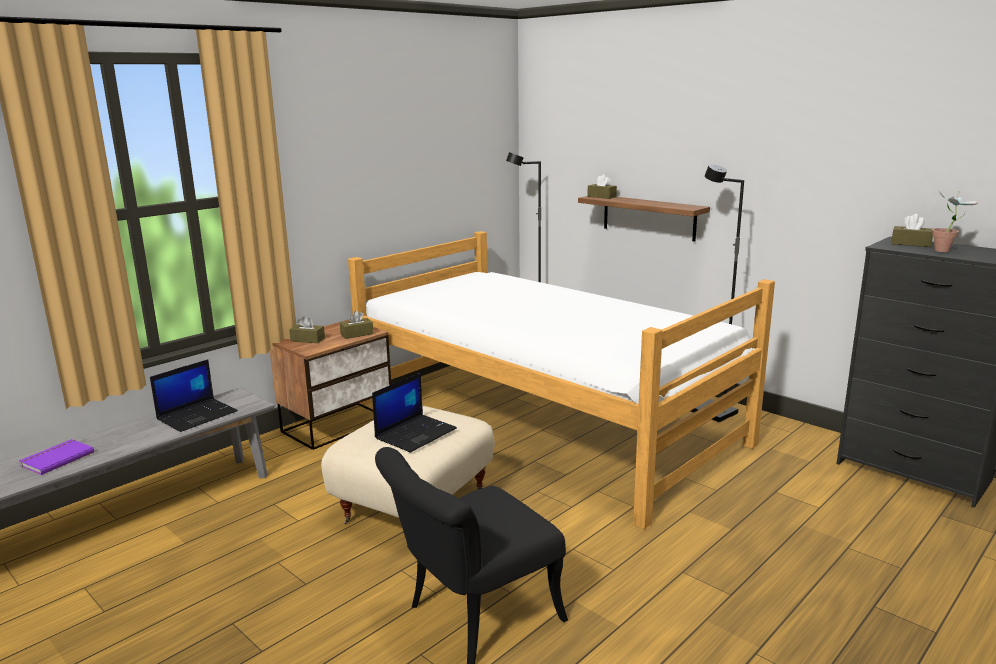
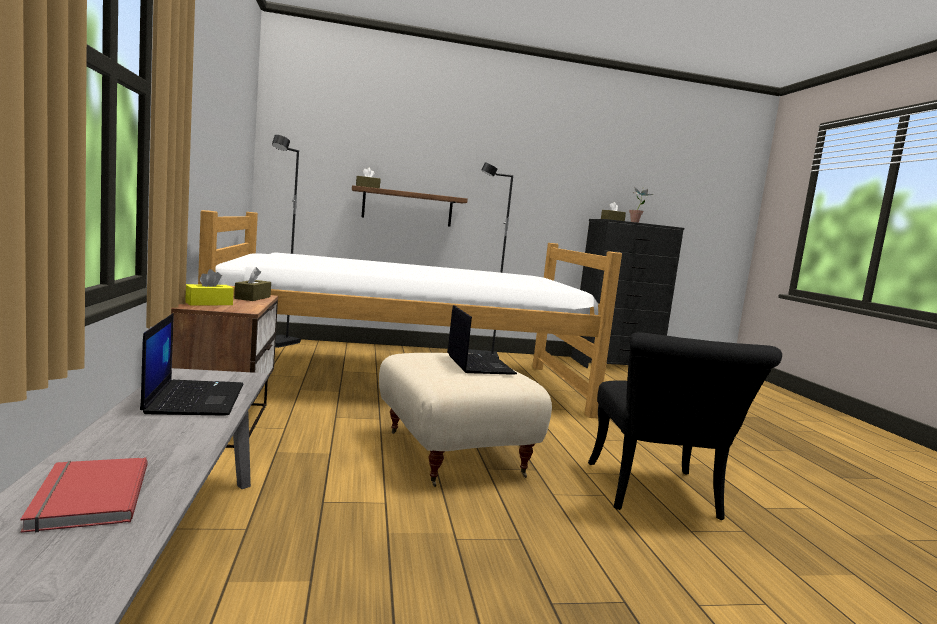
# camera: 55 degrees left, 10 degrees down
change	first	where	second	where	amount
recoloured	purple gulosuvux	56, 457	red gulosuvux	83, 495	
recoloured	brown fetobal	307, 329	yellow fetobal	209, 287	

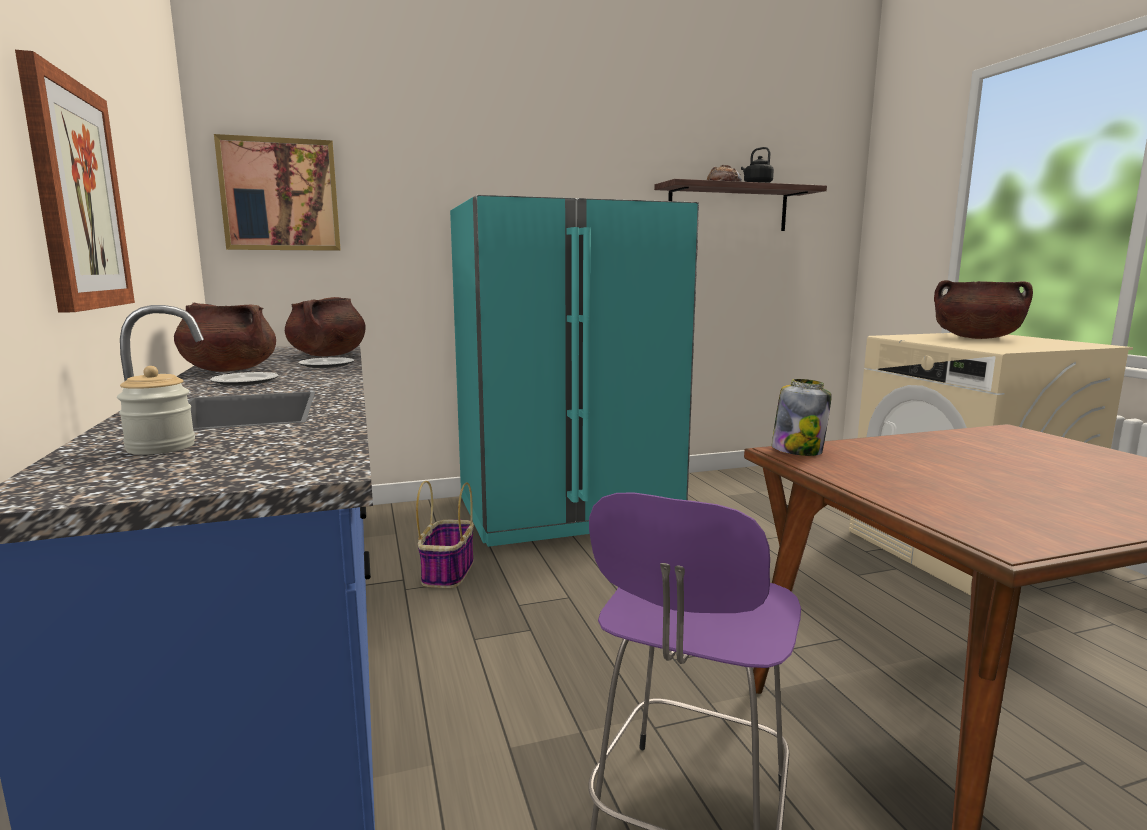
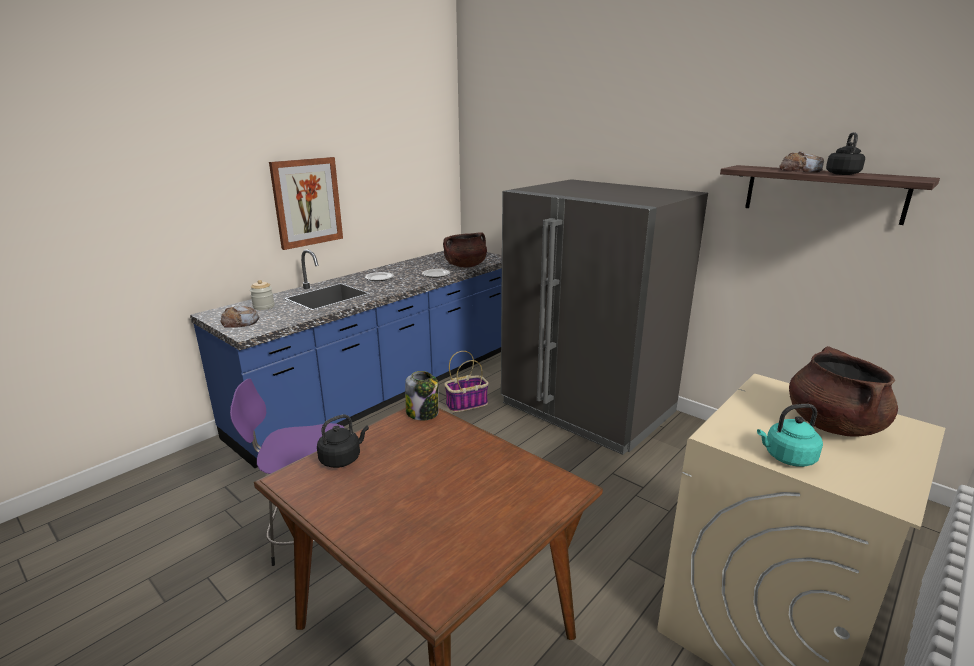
# camera: 60 degrees right, 10 degrees up
change	first	where	second	where	amount
removed	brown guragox	225, 337			
removed	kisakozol	277, 192			
recoloured	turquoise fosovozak	574, 371	grey fosovozak	604, 317	
added			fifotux	239, 317	
added			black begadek	343, 441	
added			turquoise begadek	790, 435	

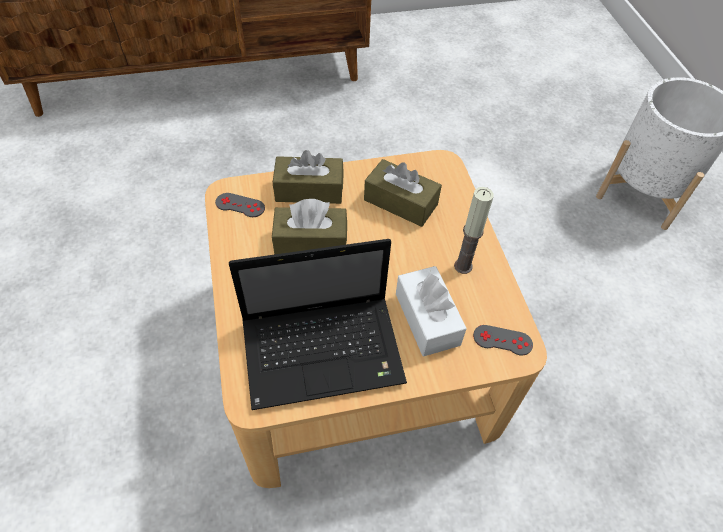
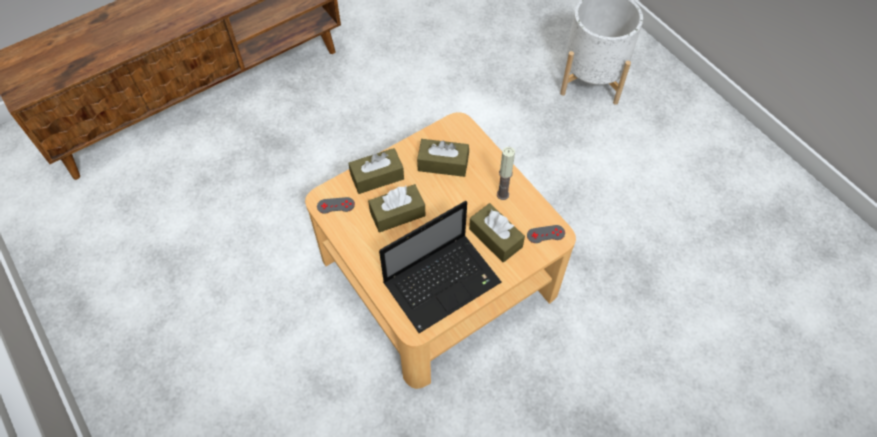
# camera: 20 degrees left, 5 degrees up
change	first	where	second	where	amount
recoloured	white fetobal	431, 311	brown fetobal	497, 232	

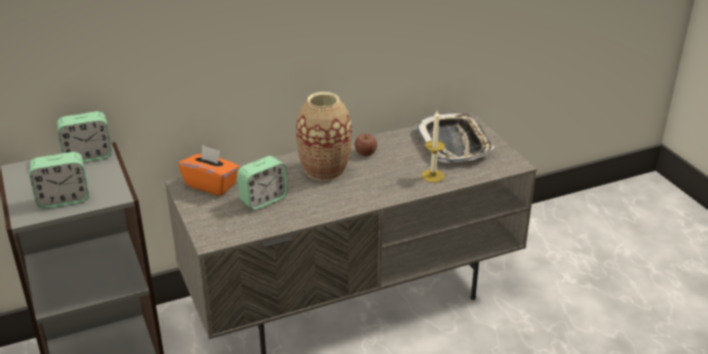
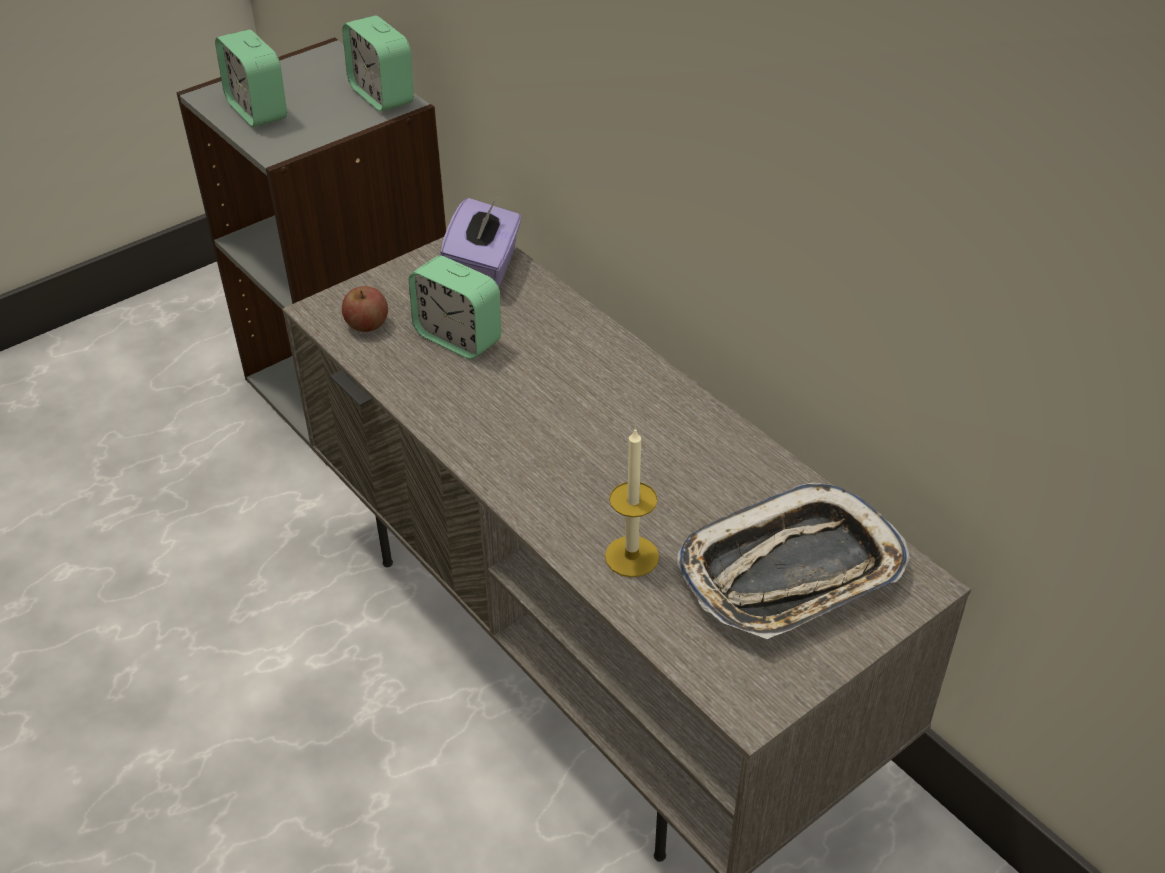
# camera: 75 degrees right, 10 degrees up
change	first	where	second	where	amount
recoloured	orange fetobal	209, 170	purple fetobal	480, 242	
removed	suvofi	324, 136			
moved	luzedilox	366, 145		365, 309	

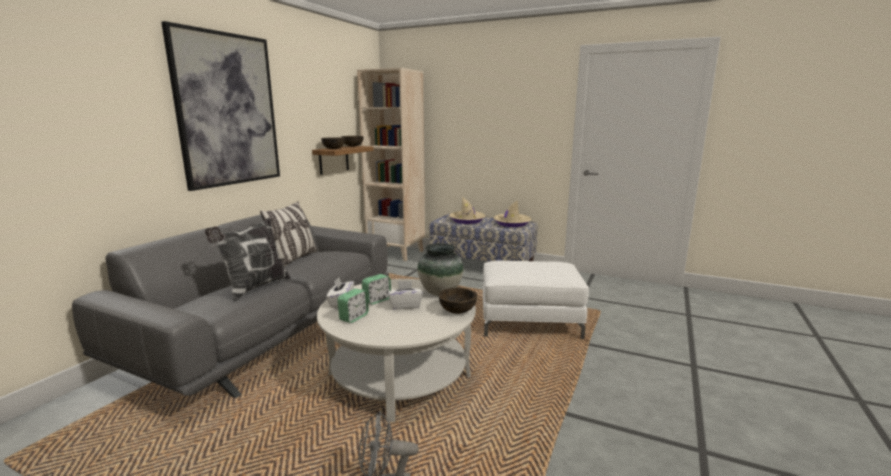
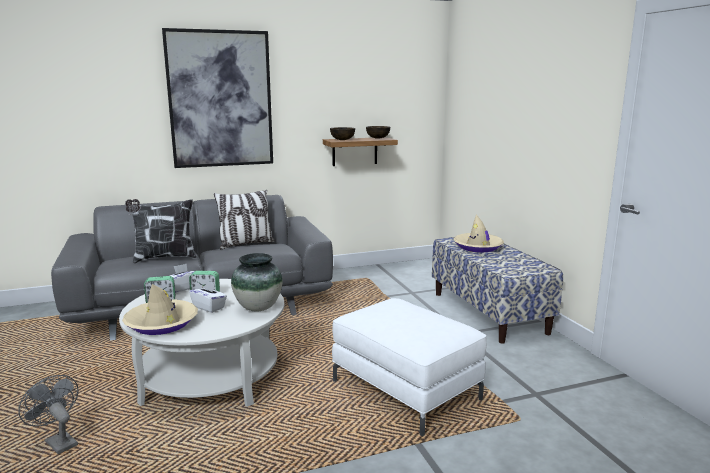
# camera: 45 degrees right, 0 degrees up
change	first	where	second	where	amount
removed	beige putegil	391, 164			
removed	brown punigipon	458, 301			
moved	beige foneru	512, 214		160, 309	

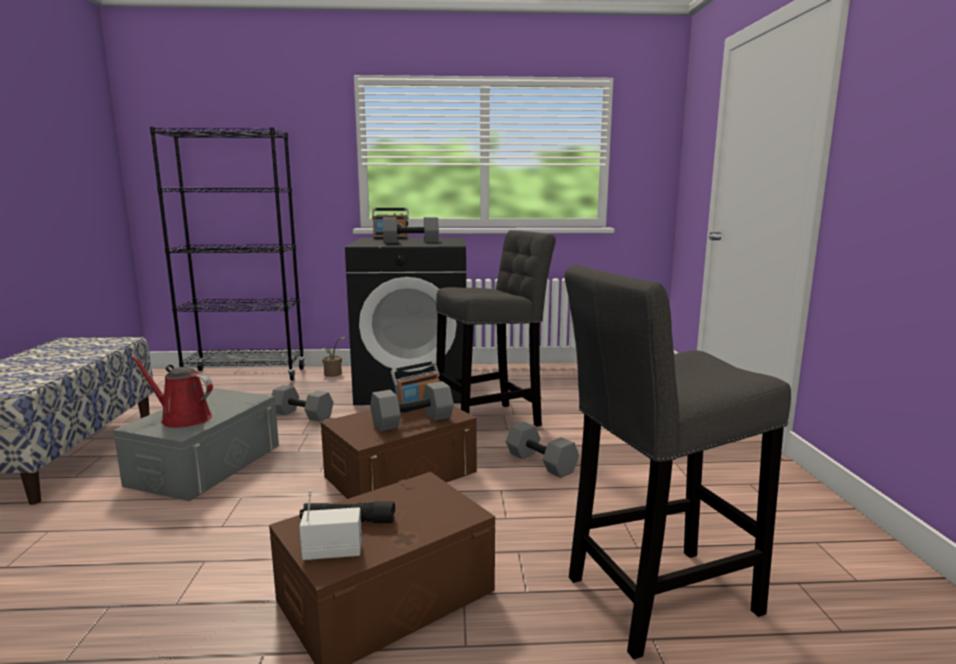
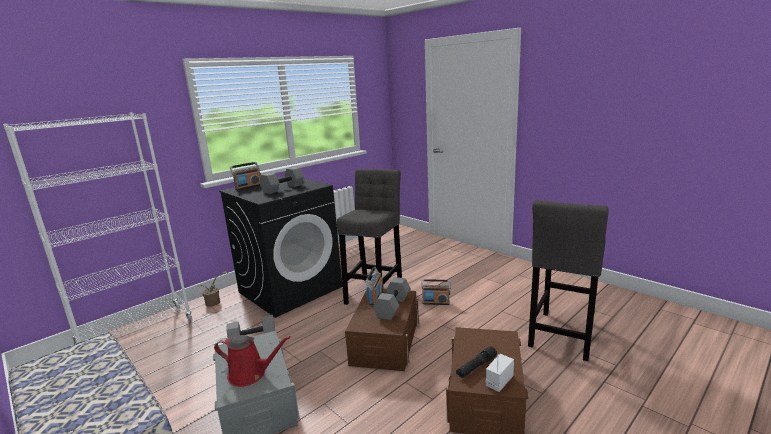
# camera: 40 degrees left, 5 degrees up
change	first	where	second	where	amount
turned	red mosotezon	171, 391		252, 361	150 degrees counterclockwise
recoloured	black putegil	227, 254	white putegil	97, 228	
replaced	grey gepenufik	542, 450	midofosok	436, 292	

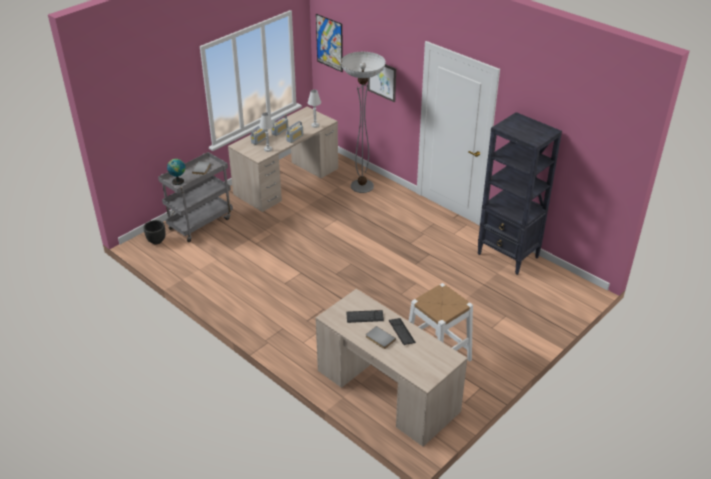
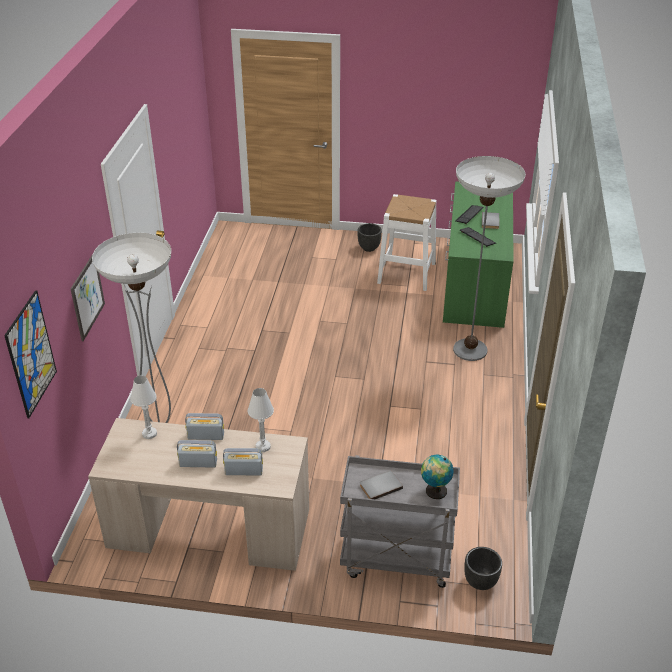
# camera: 125 degrees left, 0 degrees up
change	first	where	second	where	amount
recoloured	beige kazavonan	392, 368	green kazavonan	478, 254	
removed	black putegil	519, 193			
added			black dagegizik	370, 237	
added			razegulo	489, 258	

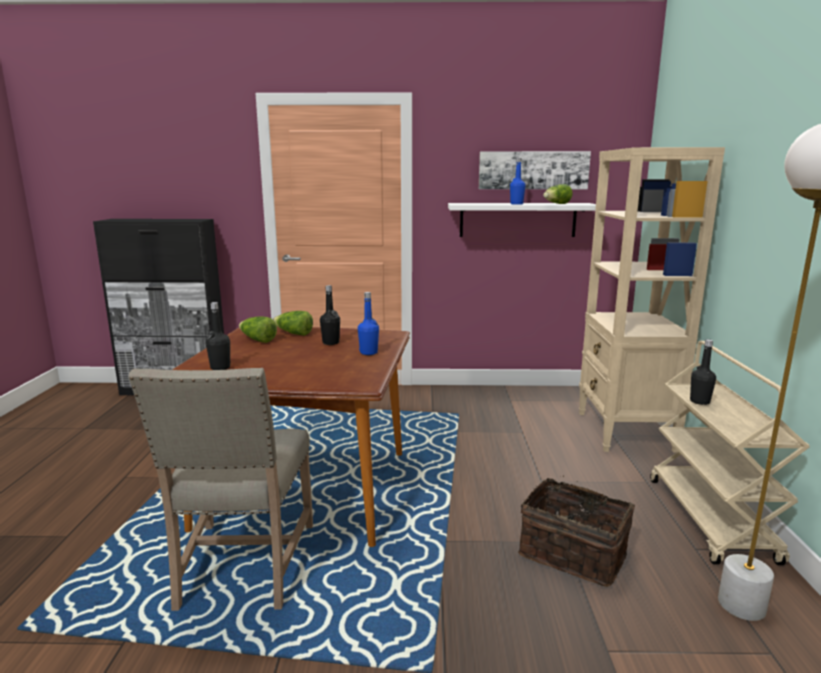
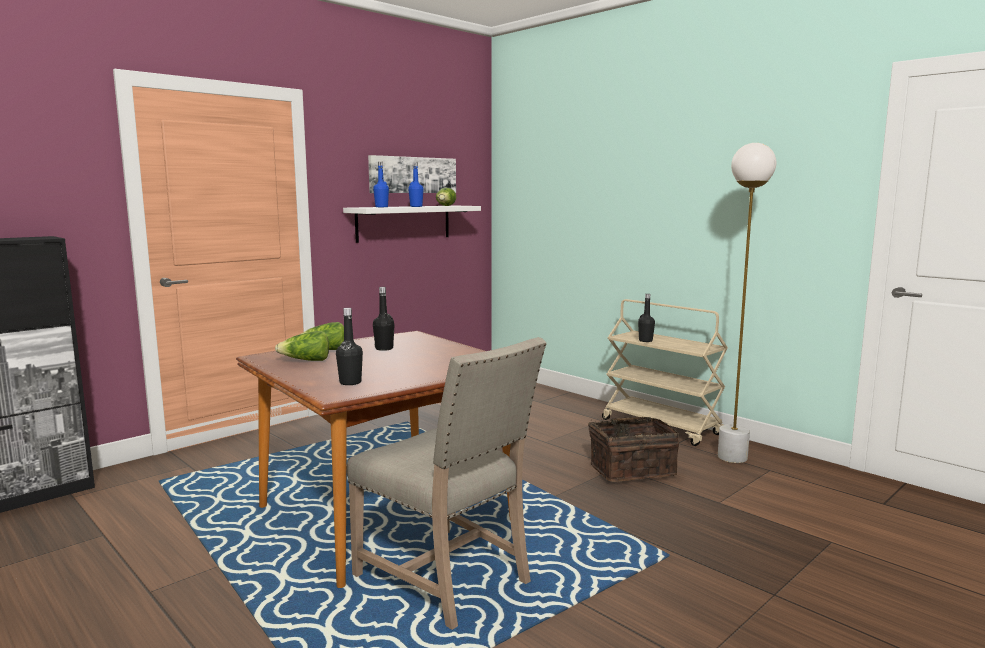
# camera: 45 degrees left, 5 degrees down
change	first	where	second	where	amount
moved	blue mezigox	368, 323		381, 184	
removed	beige putegil	652, 300			

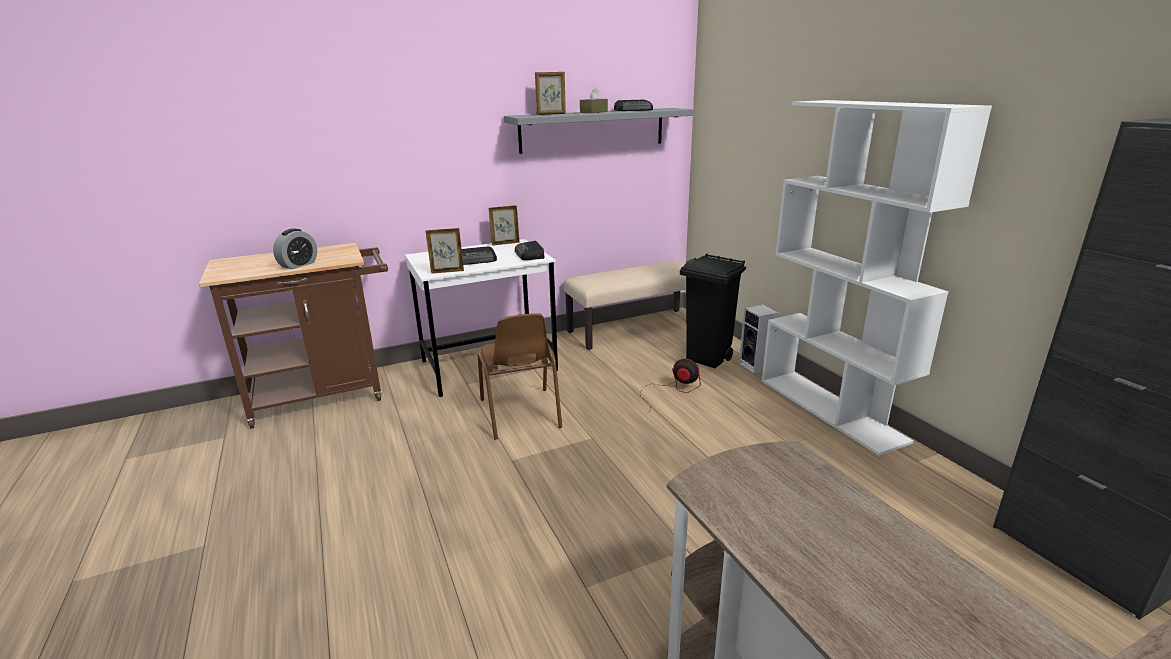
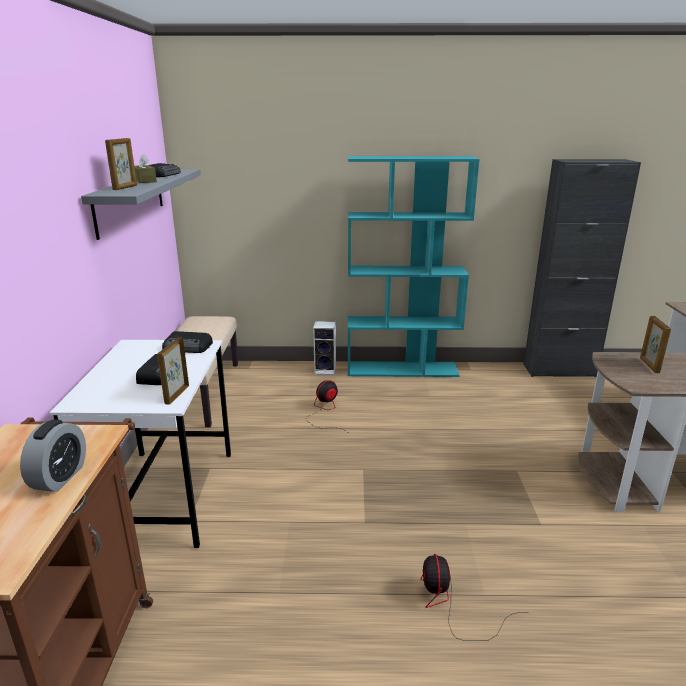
# camera: 65 degrees left, 0 degrees up
change	first	where	second	where	amount
turned	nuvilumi	295, 249		53, 456	45 degrees clockwise
removed	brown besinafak	520, 376			
moved	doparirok	504, 225		655, 344	
removed	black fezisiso	713, 311			
recoloured	white putegil	877, 278	turquoise putegil	414, 266	
added			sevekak	474, 597	

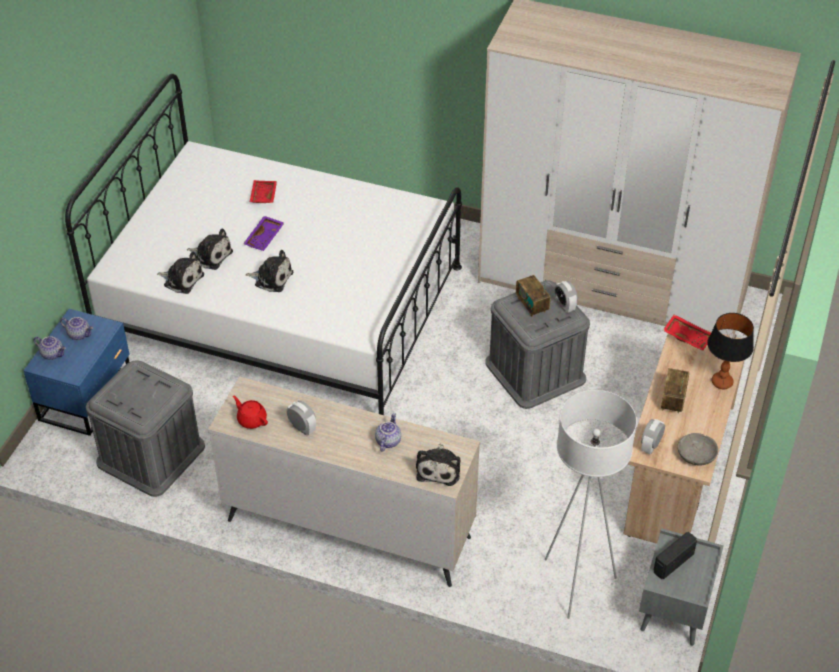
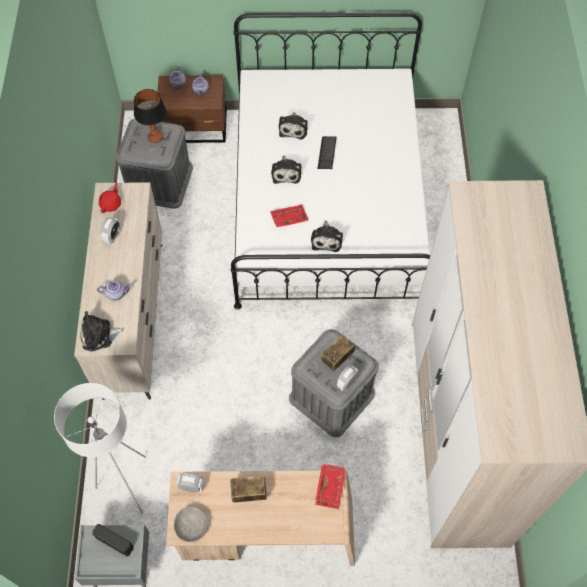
# camera: 70 degrees right, 15 degrees up
change	first	where	second	where	amount
recoloured	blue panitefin	76, 372	brown panitefin	191, 109	
moved	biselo	180, 272		327, 236	
replaced	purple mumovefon	263, 233	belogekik	327, 152	
moved	red mumovefon	263, 191		289, 216	
moved	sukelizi	730, 351		150, 116	

